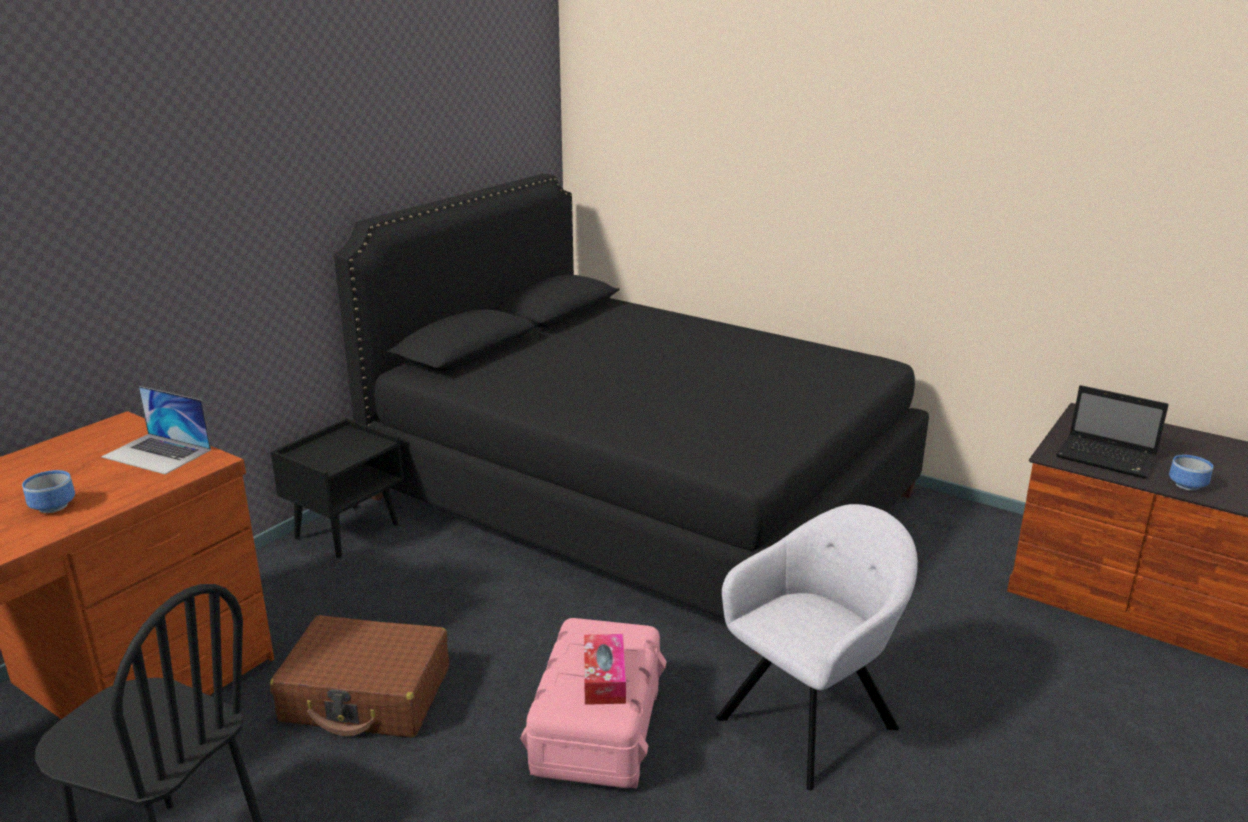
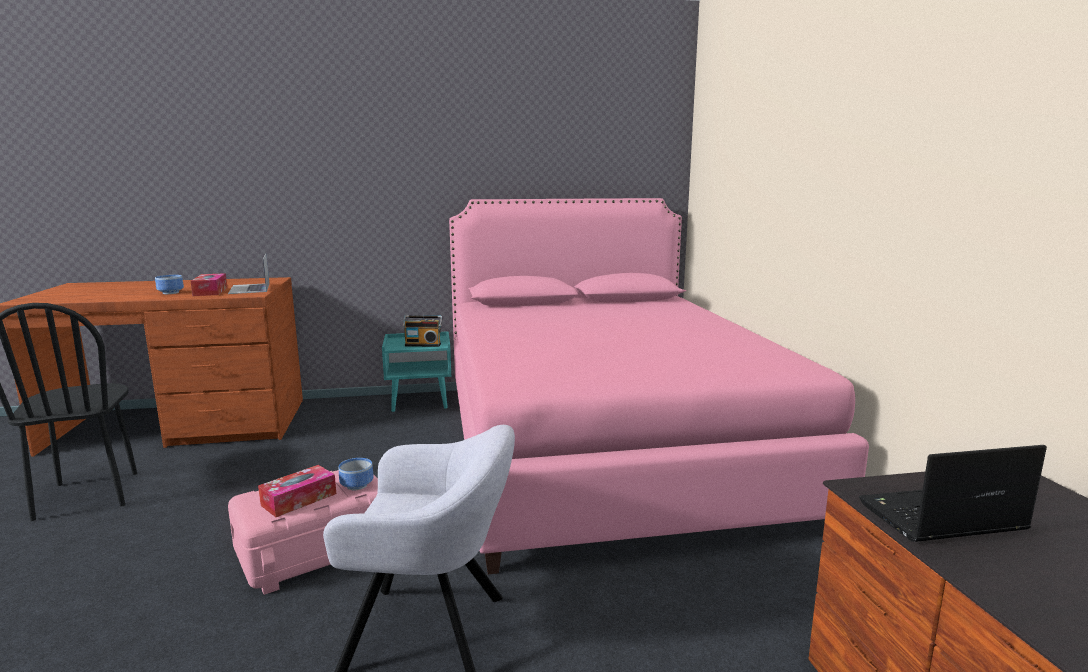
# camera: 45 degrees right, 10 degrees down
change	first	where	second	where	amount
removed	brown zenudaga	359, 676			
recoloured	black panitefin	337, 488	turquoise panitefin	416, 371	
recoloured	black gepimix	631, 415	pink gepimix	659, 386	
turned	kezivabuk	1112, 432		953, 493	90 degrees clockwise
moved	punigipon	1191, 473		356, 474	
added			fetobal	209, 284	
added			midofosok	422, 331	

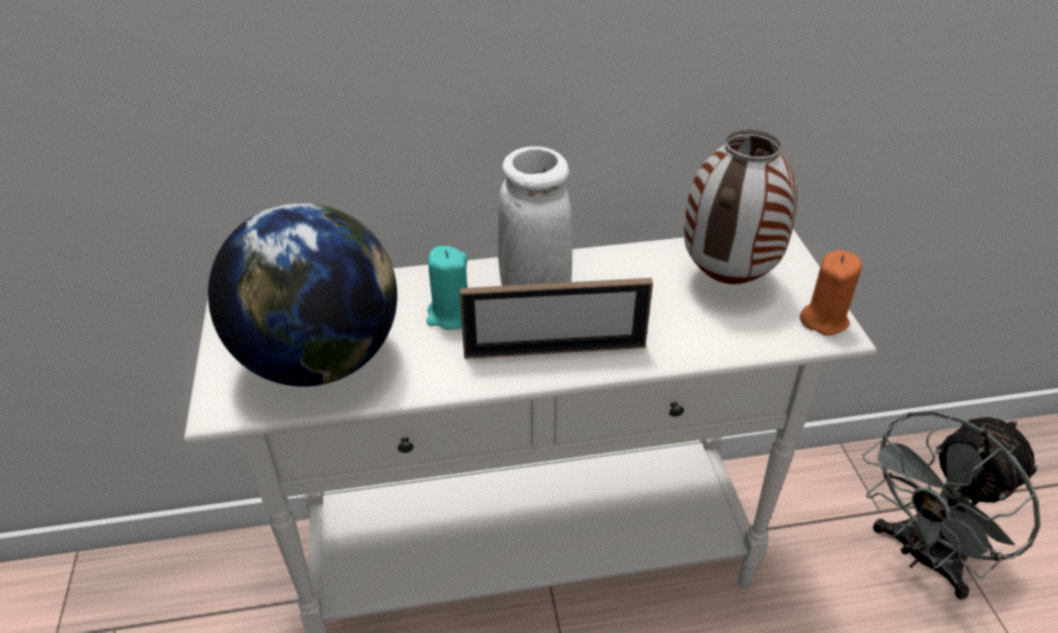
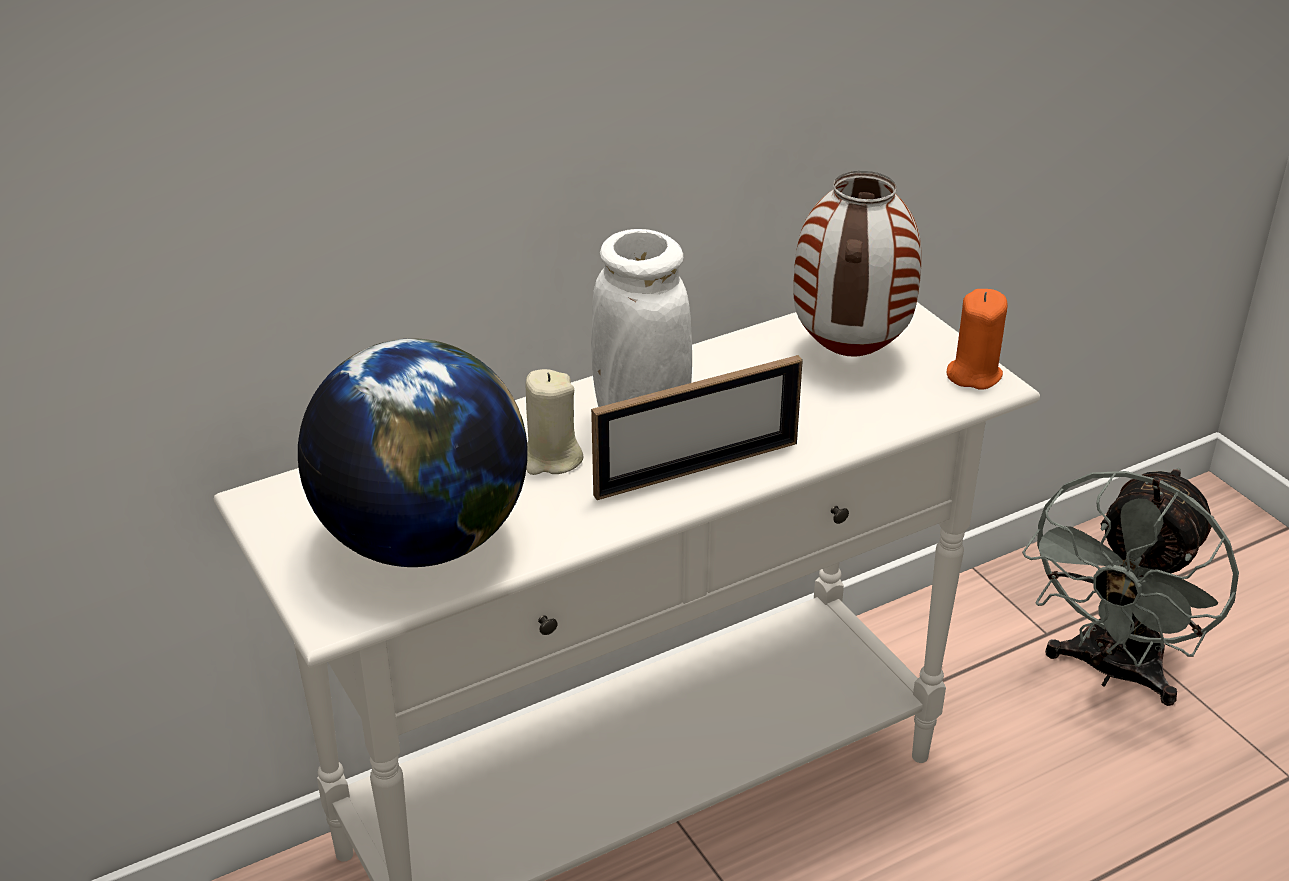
# camera: 20 degrees left, 5 degrees down
change	first	where	second	where	amount
recoloured	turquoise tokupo	447, 288	beige tokupo	554, 422	

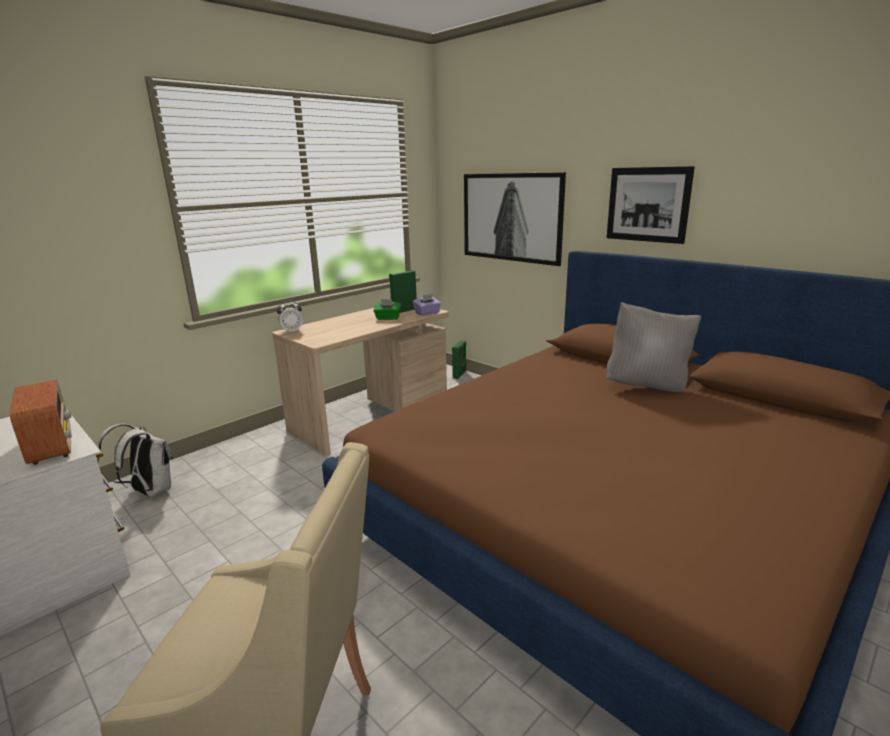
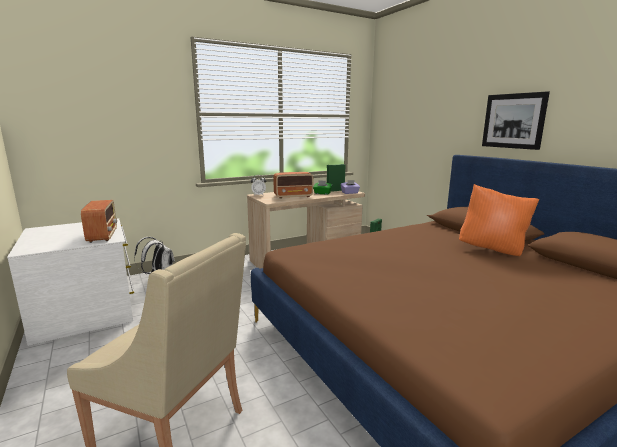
# camera: 15 degrees right, 5 degrees down
change	first	where	second	where	amount
removed	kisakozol	515, 219			
recoloured	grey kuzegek	654, 347	orange kuzegek	499, 220	
added			midofosok	293, 185	

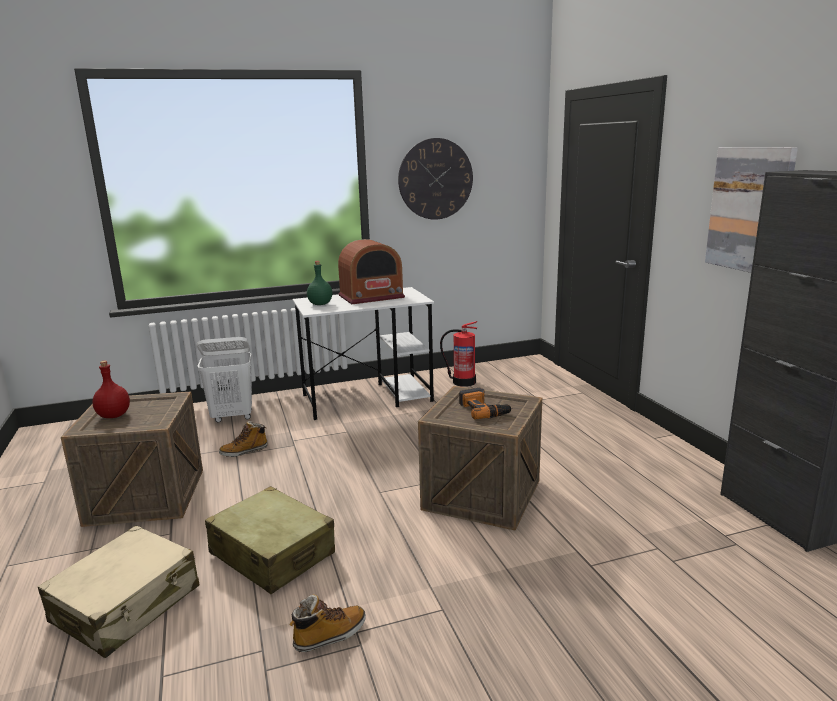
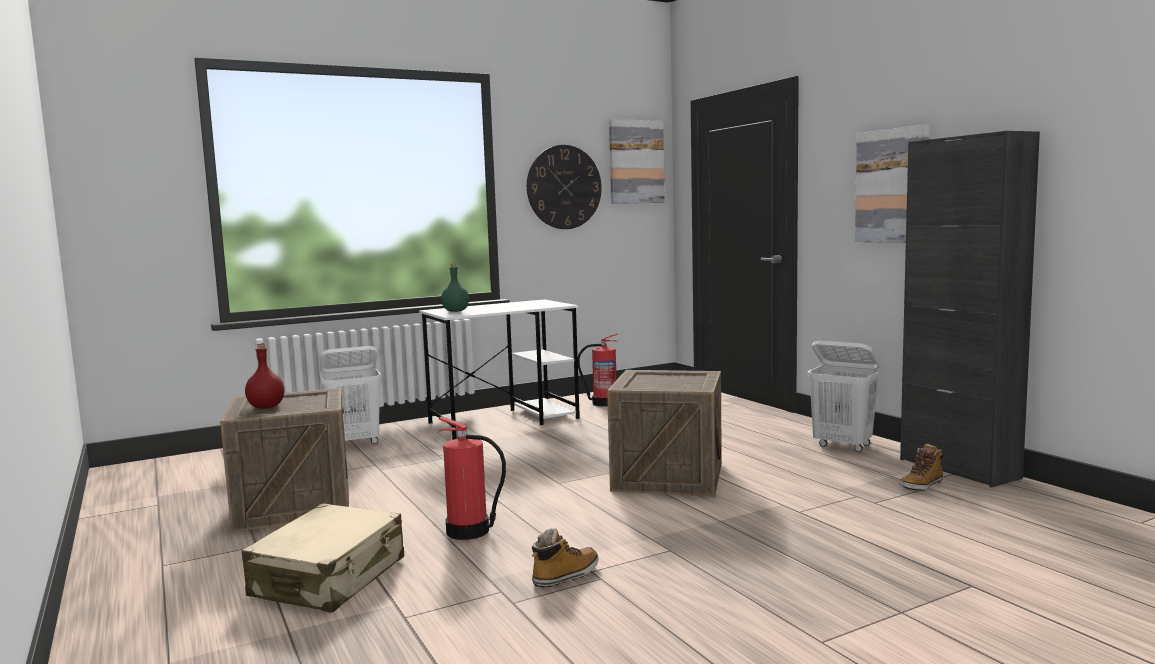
# camera: 10 degrees left, 10 degrees down
change	first	where	second	where	amount
replaced	beige zenudaga	270, 540	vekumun	472, 478	
moved	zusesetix	243, 439		921, 467	
removed	midofosok	371, 271			
removed	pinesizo	485, 404			
added			kisakozol	637, 161	
added			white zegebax	843, 396	

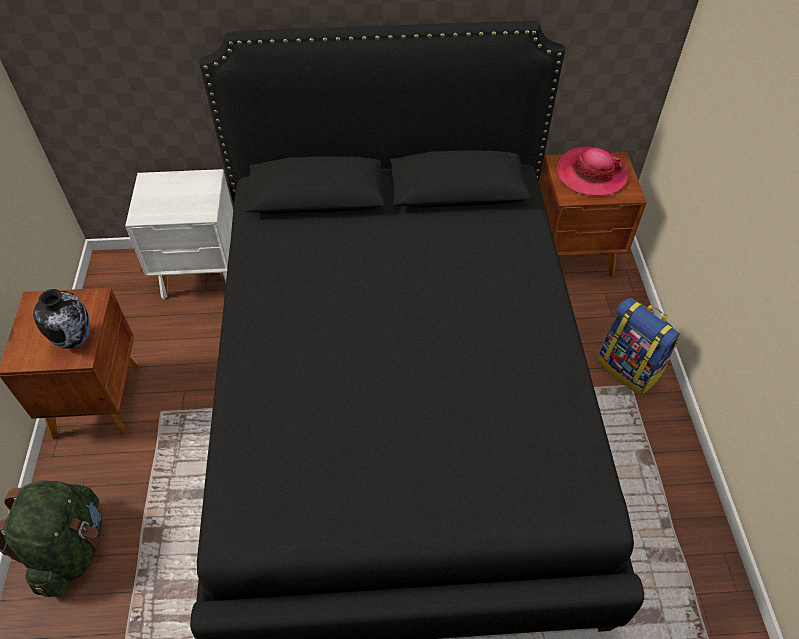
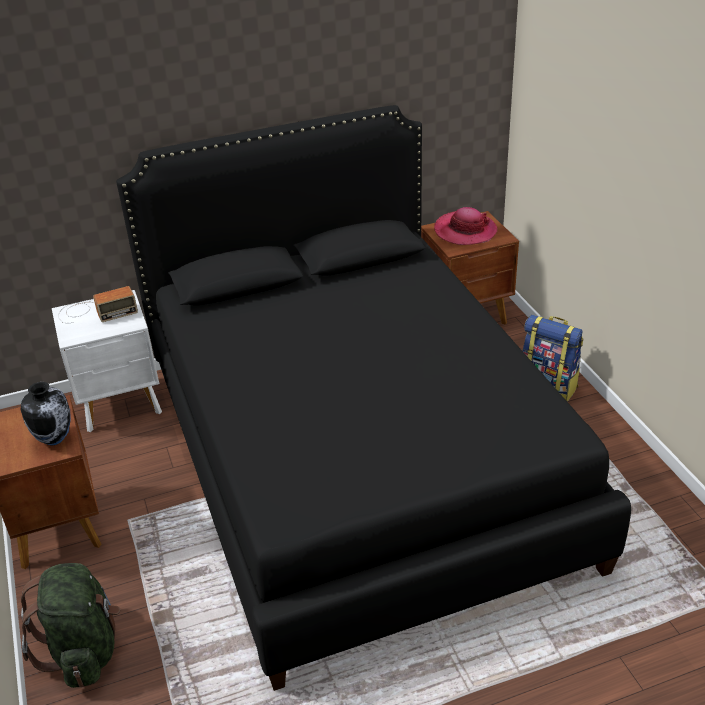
# camera: 15 degrees left, 15 degrees down
change	first	where	second	where	amount
added			midofosok	98, 304	

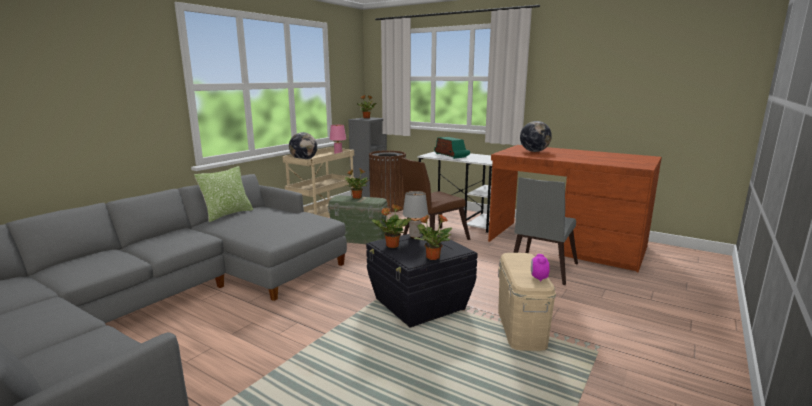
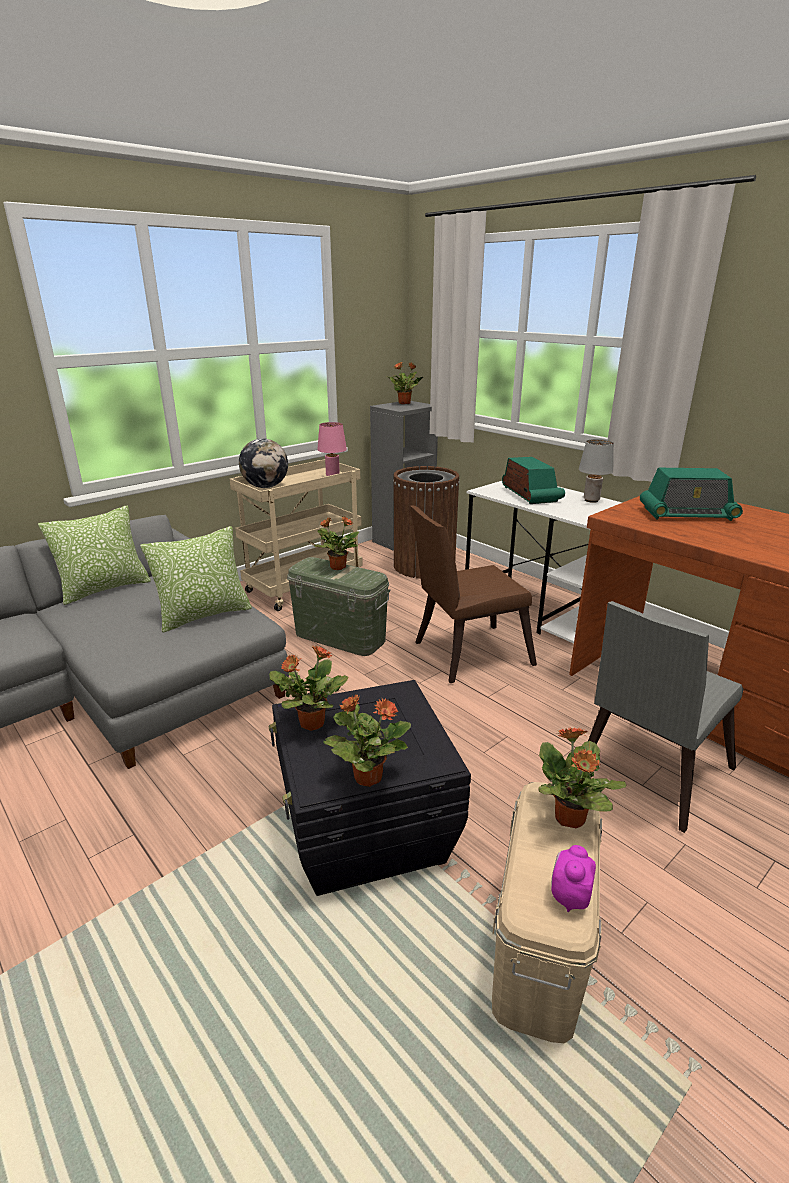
# camera: 15 degrees right, 10 degrees up
change	first	where	second	where	amount
moved	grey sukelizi	415, 215		596, 471	
replaced	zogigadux	536, 136	midofosok	691, 494	
added			kuzegek	196, 579	
added			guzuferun	582, 778	

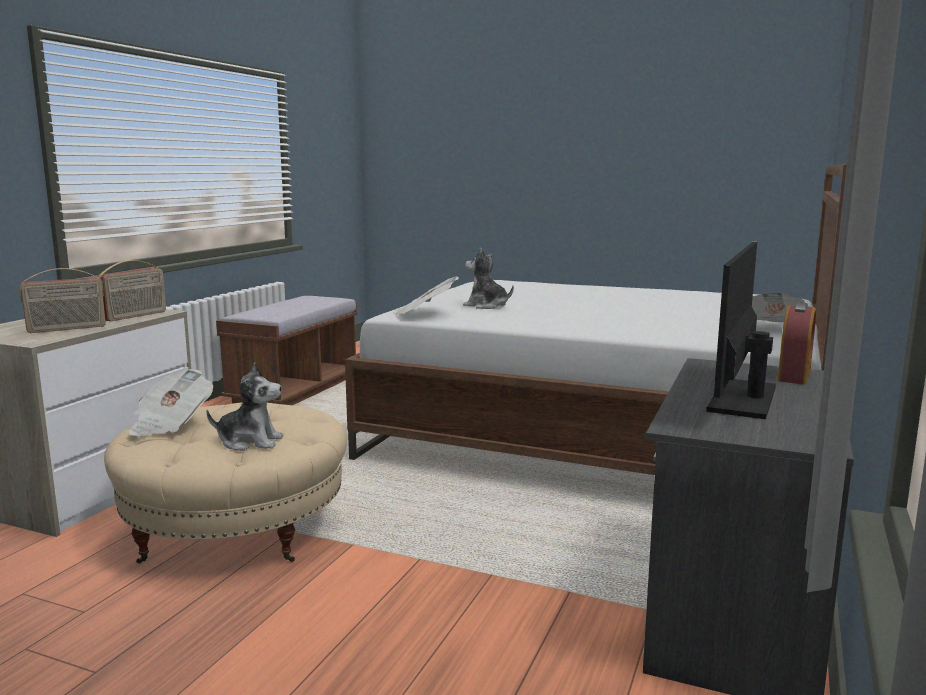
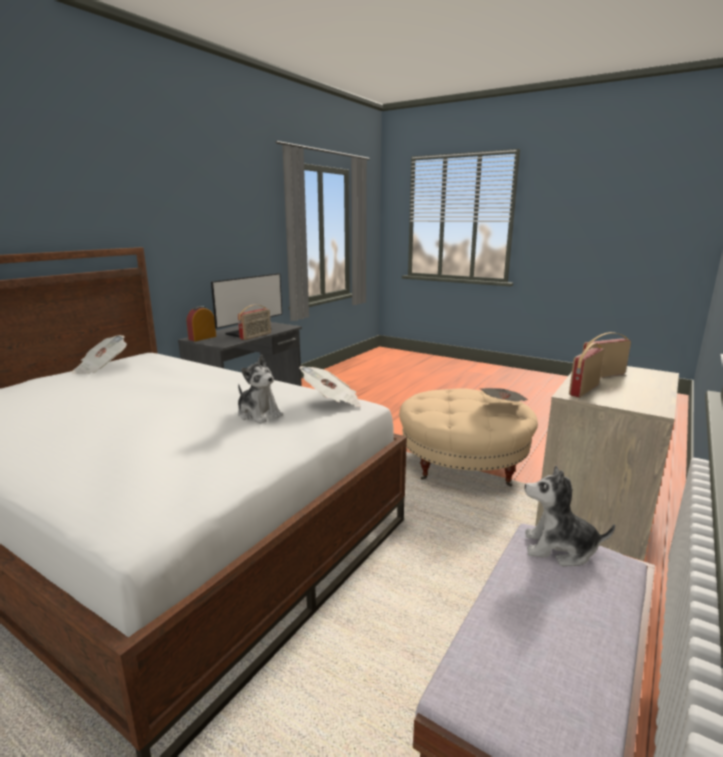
# camera: 170 degrees left, 5 degrees up
change	first	where	second	where	amount
moved	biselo	244, 406		570, 516	
added			midofosok	254, 322	

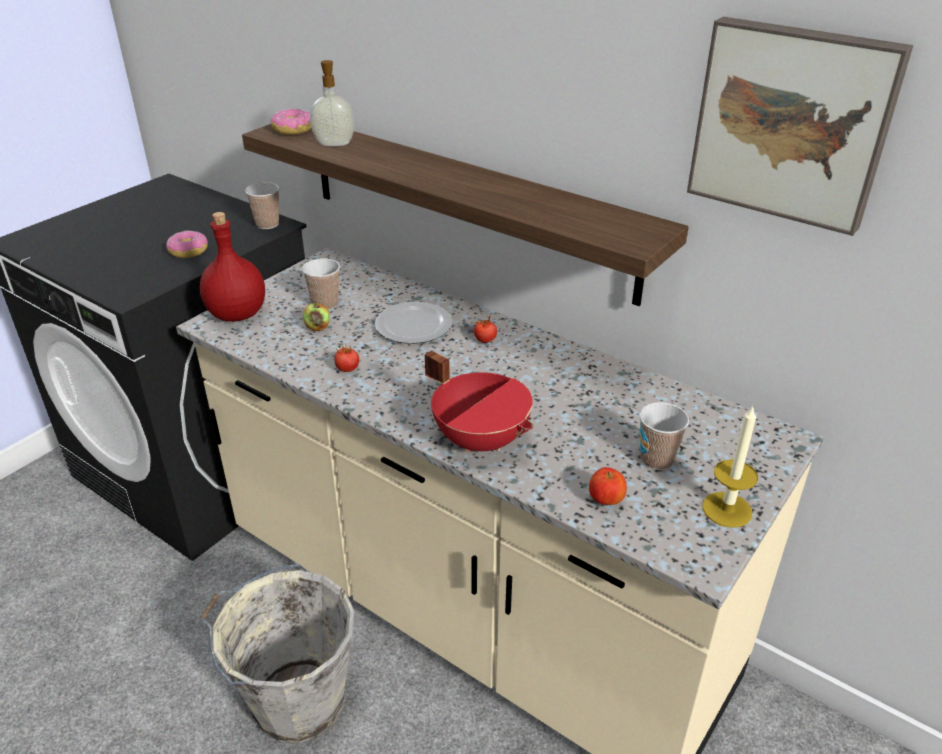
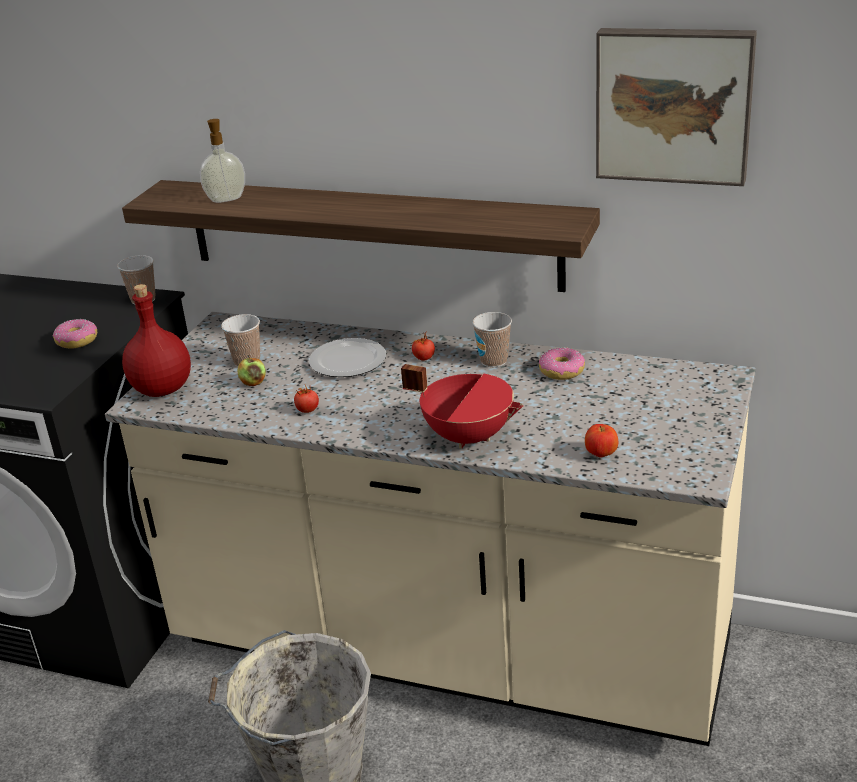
# camera: 15 degrees left, 5 degrees down
change	first	where	second	where	amount
moved	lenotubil	291, 122		562, 363	
moved	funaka	664, 436		492, 339	
removed	tokupo	730, 467			

